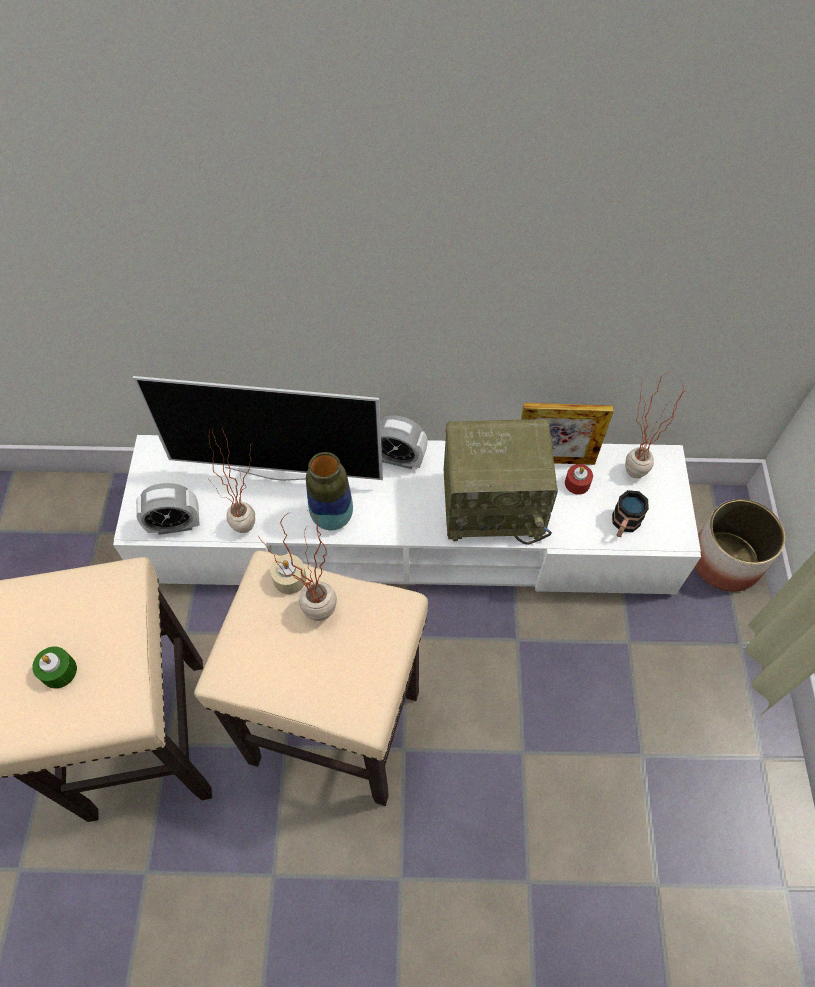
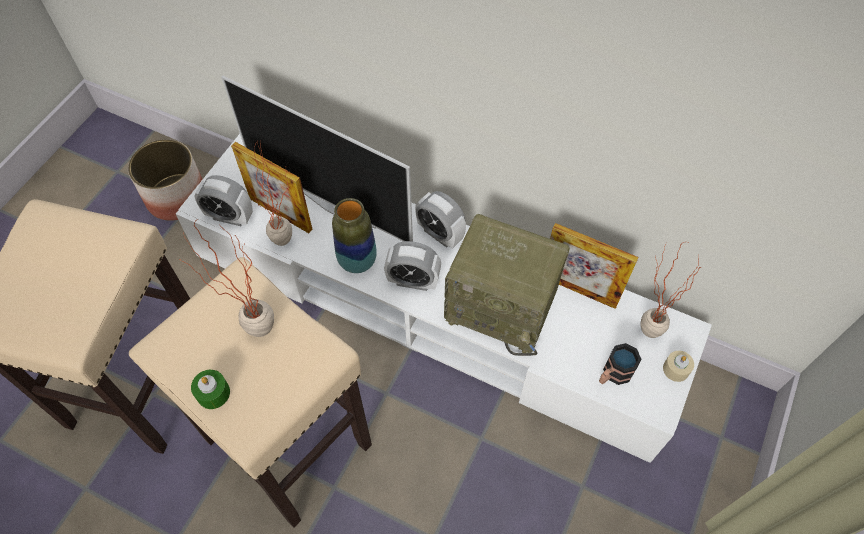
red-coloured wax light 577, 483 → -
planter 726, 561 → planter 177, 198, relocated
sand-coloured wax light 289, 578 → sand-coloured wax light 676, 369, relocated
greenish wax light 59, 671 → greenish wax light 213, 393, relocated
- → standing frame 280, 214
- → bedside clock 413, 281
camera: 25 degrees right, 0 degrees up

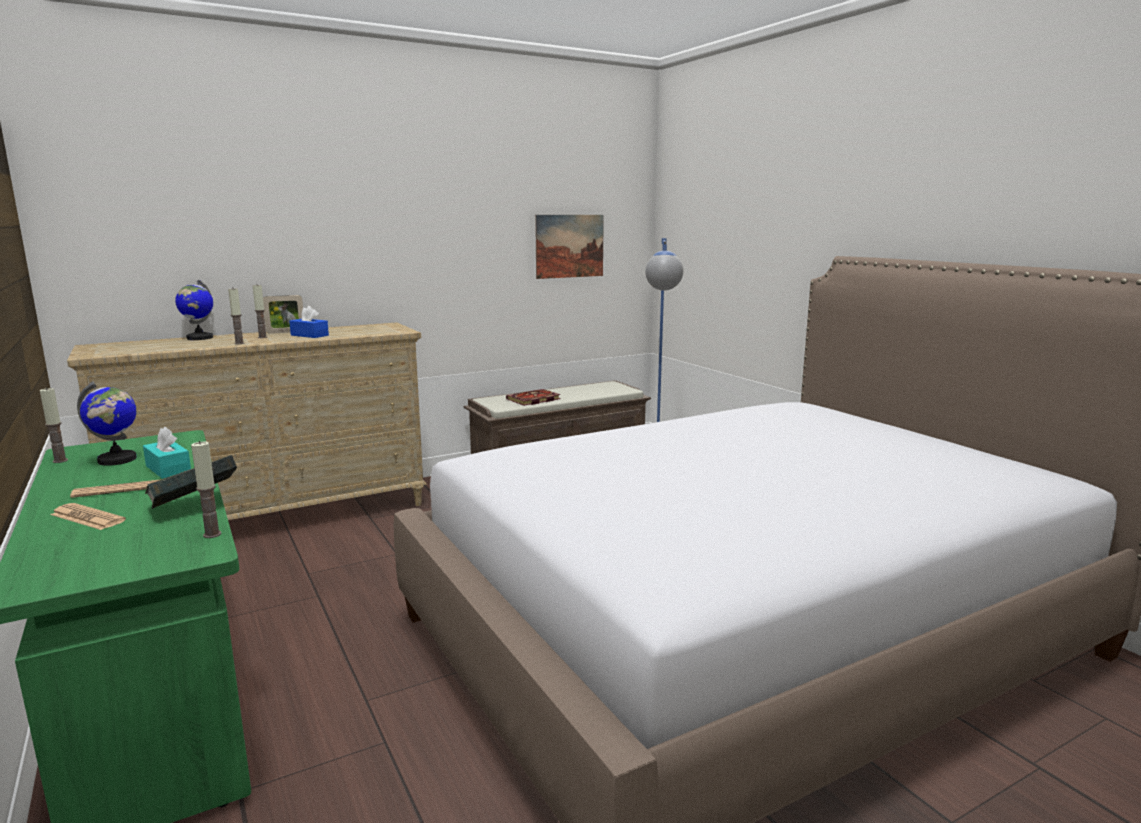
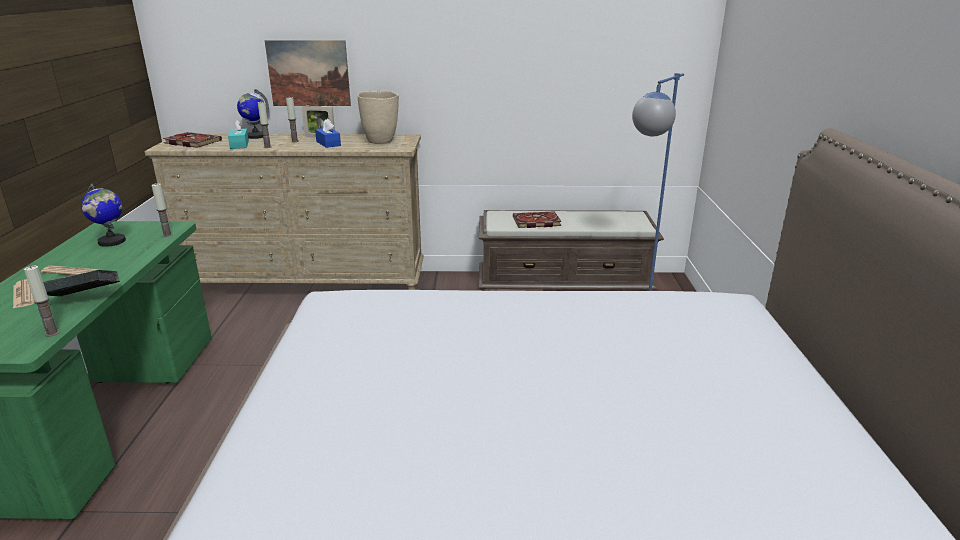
wall picture 569, 246 → wall picture 308, 73, relocated
wax light 60, 461 → wax light 167, 235, relocated
blue-green box of tissues 168, 469 → blue-green box of tissues 239, 145, relocated
- → sand-coloured flower vase 381, 141
- → volume 191, 142
camera: 30 degrees right, 10 degrees up

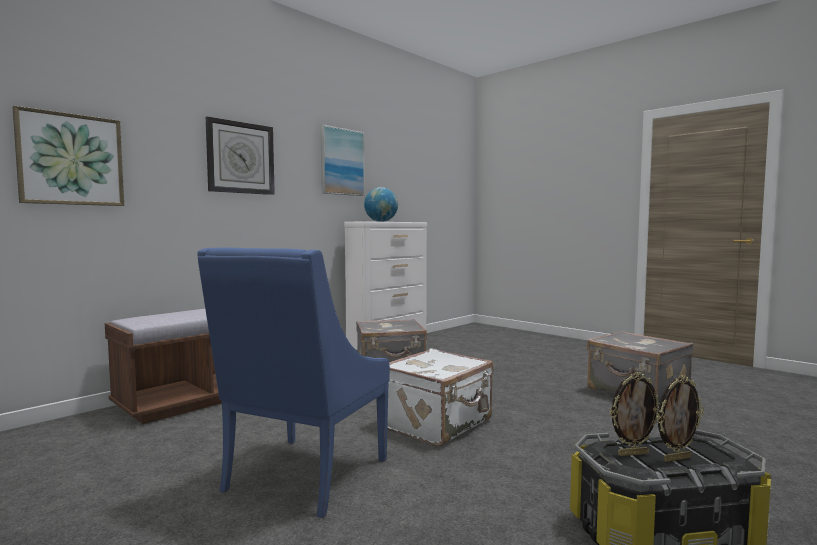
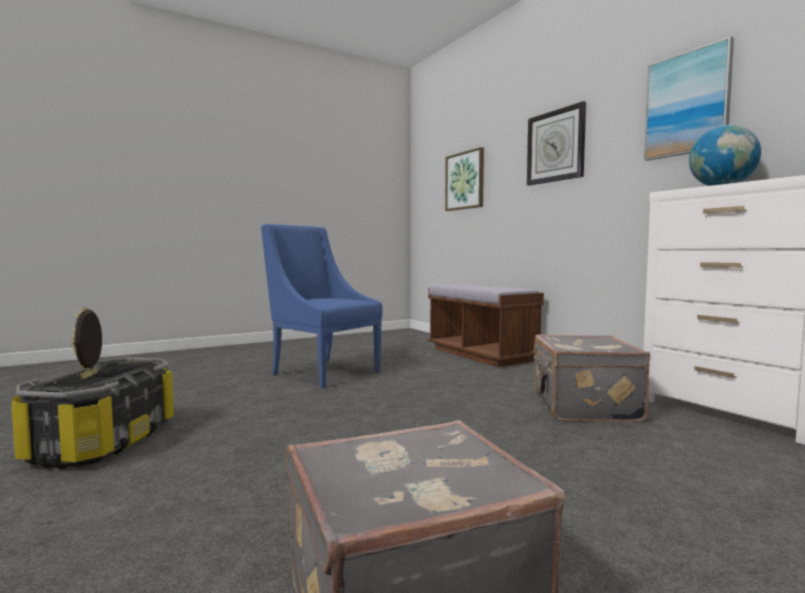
white-coloured travel case 437, 424 → -
standing frame 632, 454 → -
camera: 105 degrees right, 0 degrees up

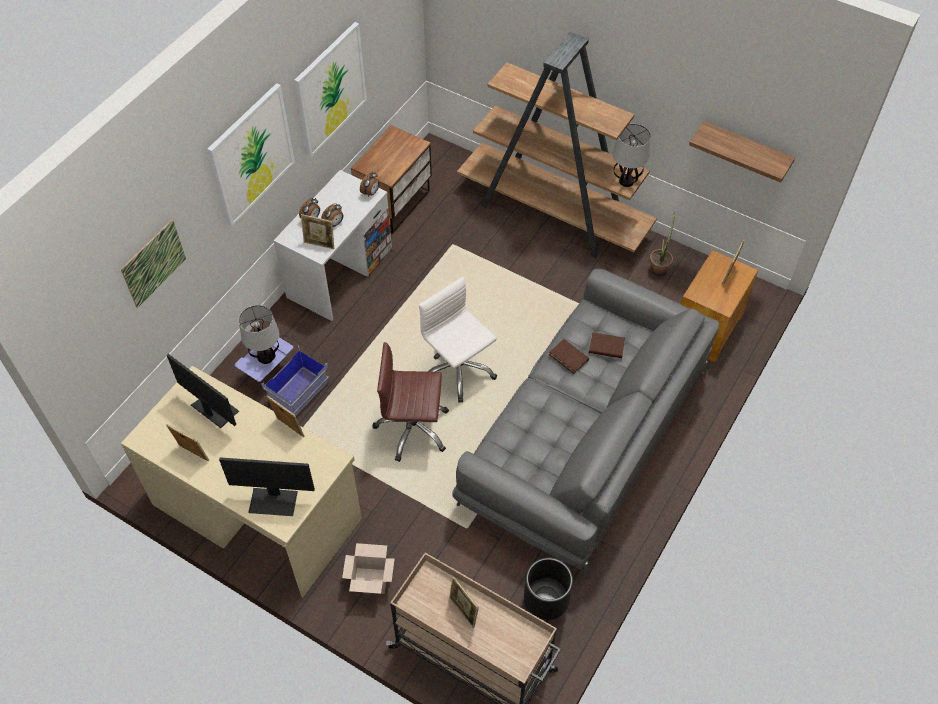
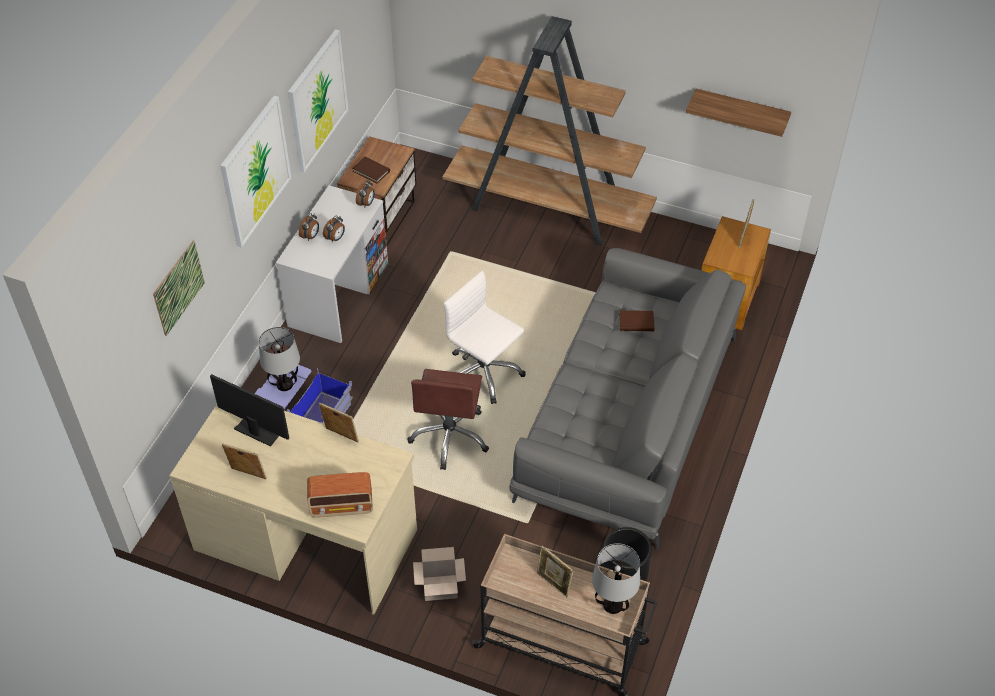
tabletop lamp 626, 181 → tabletop lamp 612, 605, relocated
houseplant 659, 267 → -
standing frame 320, 244 → -
brown volume 568, 357 → brown volume 371, 171, relocated
brown desk chair 413, 429 → brown desk chair 450, 436, 75 degrees counterclockwise
computer display 273, 501 → radio set 342, 506
camera: 10 degrees left, 5 degrees down

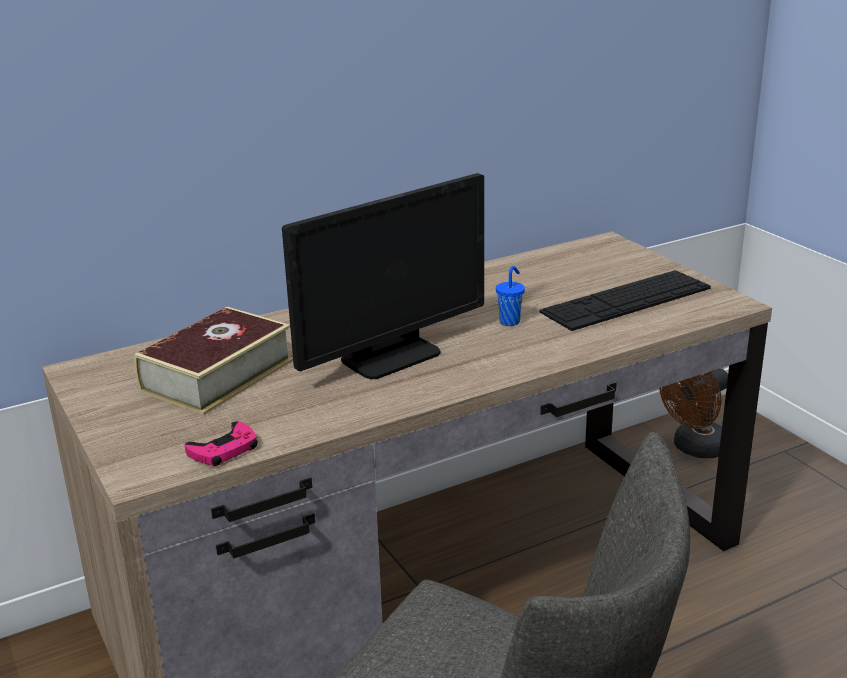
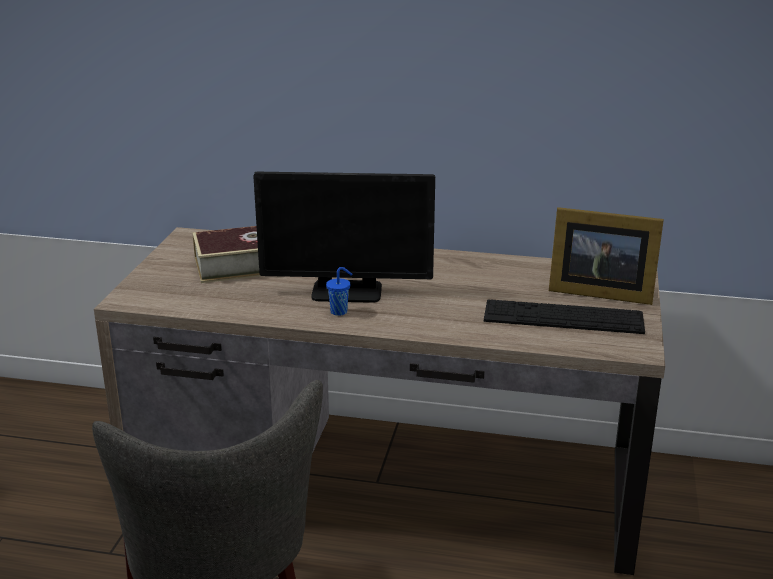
bluish small cup 510, 321 → bluish small cup 340, 312, relocated
brown fan 695, 448 → -
pinkish gamepad 224, 450 → -
- → standing frame 597, 291
camera: 40 degrees right, 0 degrees up

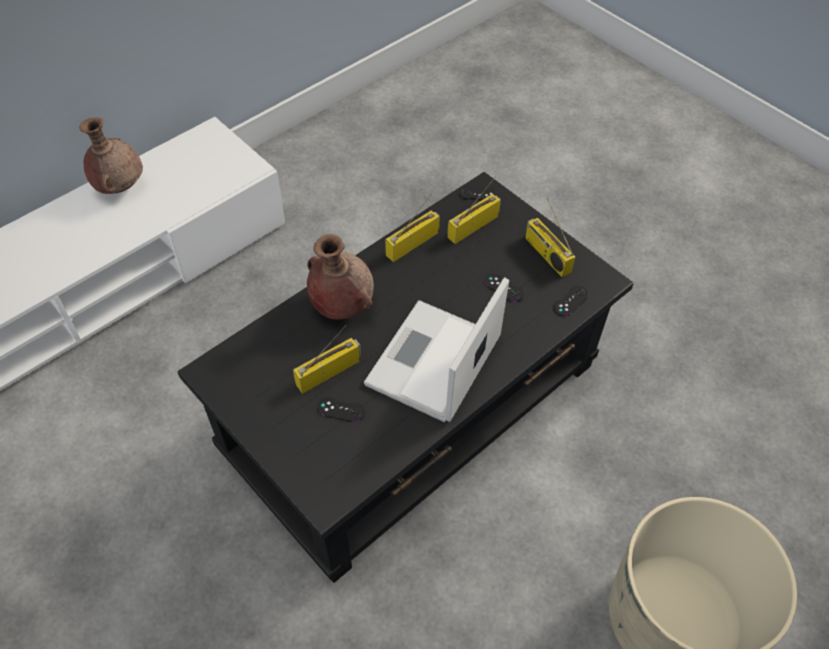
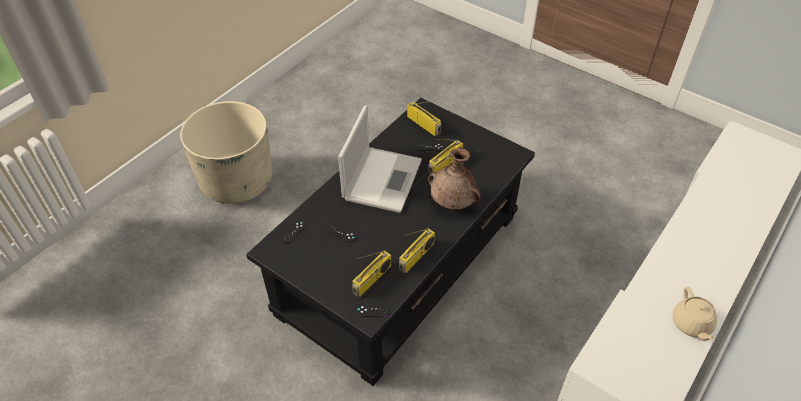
brown flower vase 120, 186 → sand-coloured teapot 691, 324
radio set 546, 254 → radio set 424, 124, relocated
camera: 170 degrees right, 5 degrees down

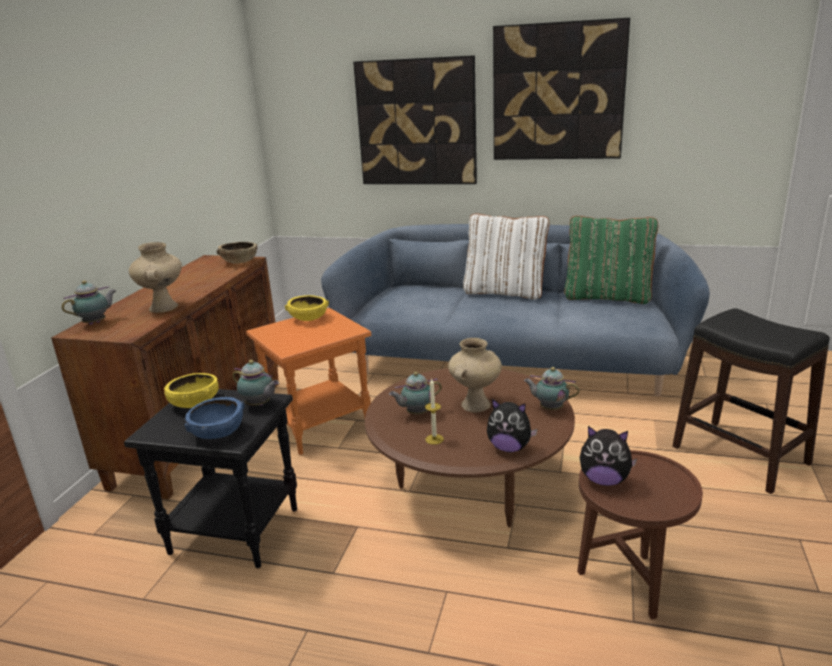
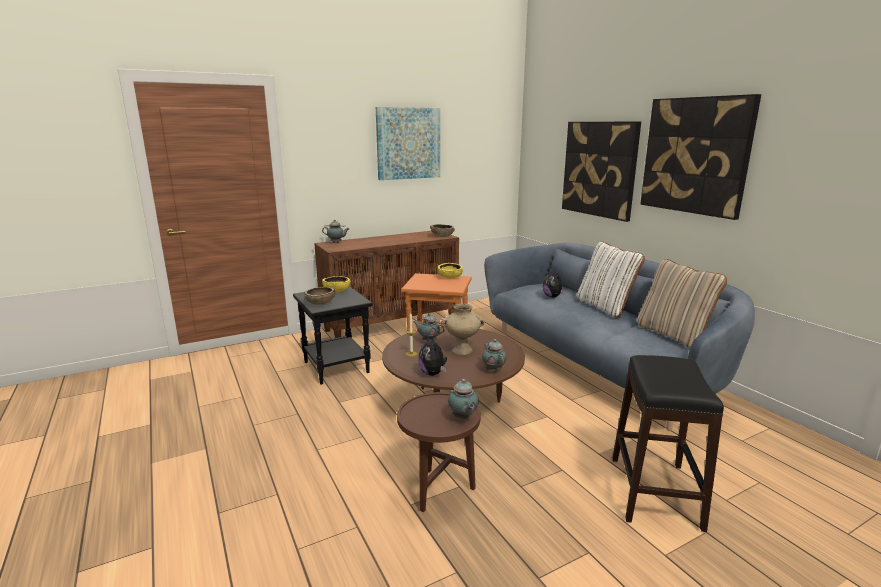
greenish pillow 607, 297 → sand-coloured pillow 673, 335
sand-coloured flower vase 164, 308 → -
teapot 259, 405 → teapot 463, 418, relocated
bluish deep dish 218, 432 → brown deep dish 320, 303
plush toy 604, 480 → plush toy 552, 297, relocated
- → wall picture 408, 143
camera: 45 degrees right, 5 degrees down

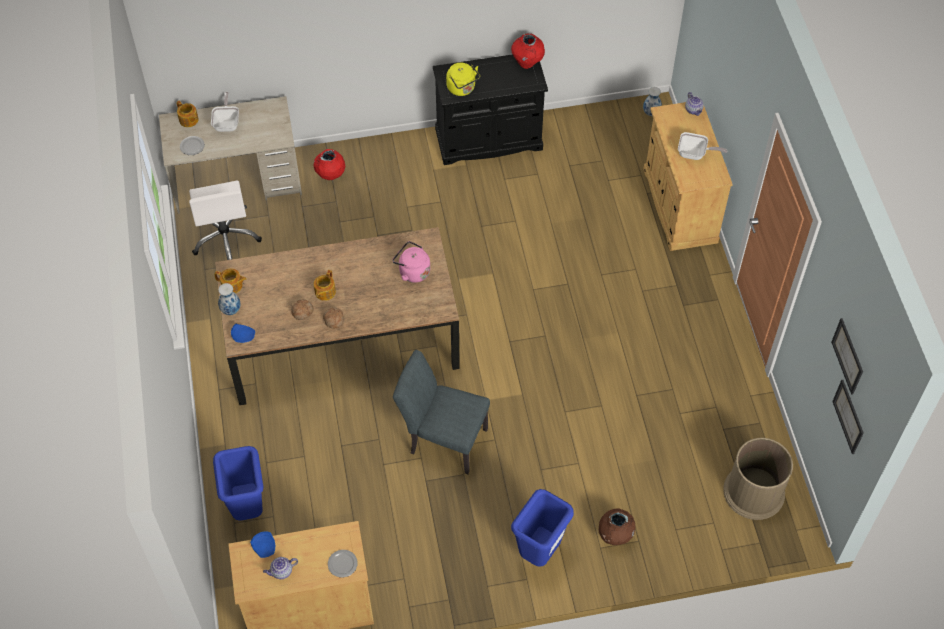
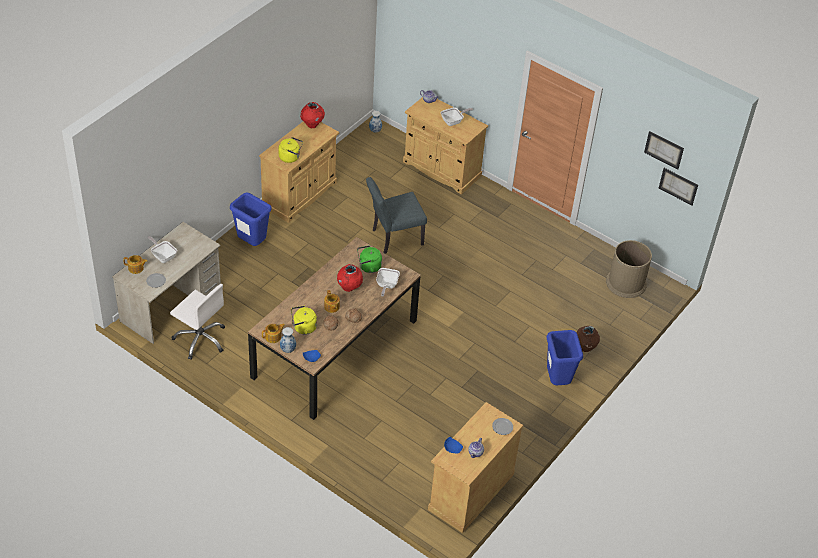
black storage cabinet 489, 139 → sand-coloured storage cabinet 299, 195
red-coloured flower vase 330, 175 → red-coloured flower vase 349, 287, relocated
pinkish water kettle 412, 271 → greenish water kettle 368, 267
gray plain chair 442, 439 → gray plain chair 393, 238, relocated
bluish rubbish bin 247, 507 → bluish rubbish bin 251, 243, relocated
- → frying pan 386, 286
- → yellow-coloured water kettle 303, 328
camera: 45 degrees left, 10 degrees down

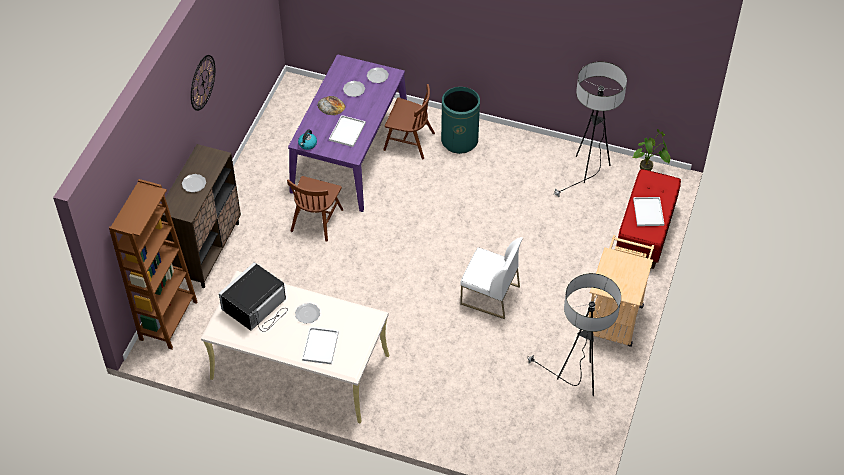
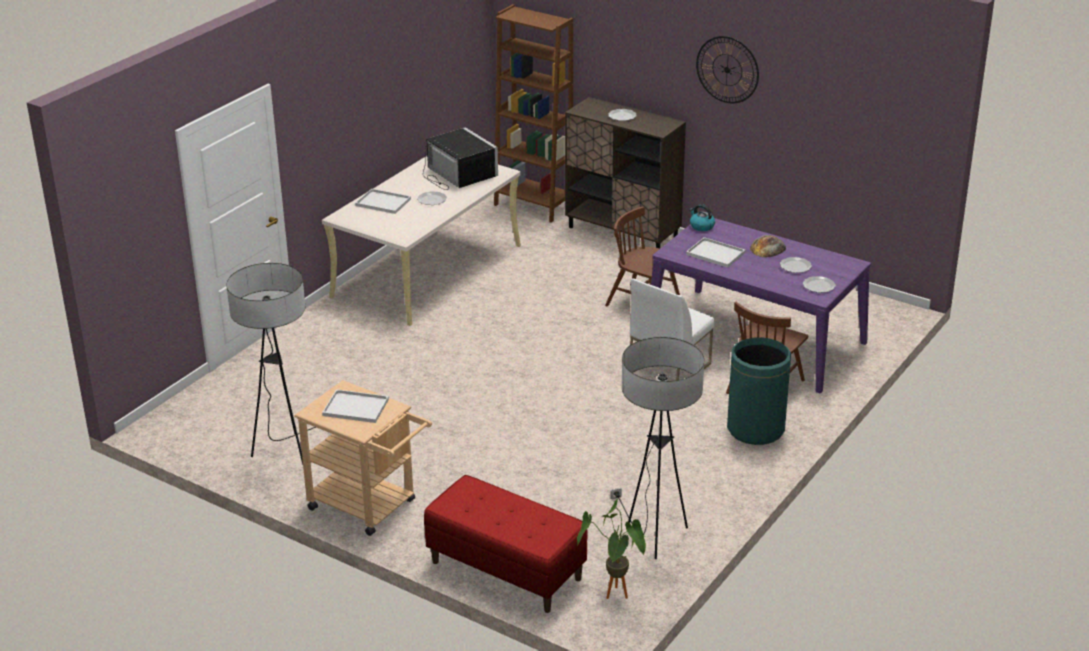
white-coloured carrying tray 647, 211 → white-coloured carrying tray 357, 407, relocated
white-coloured plain chair 489, 295 → white-coloured plain chair 669, 367, relocated
camera: 105 degrees right, 20 degrees down

